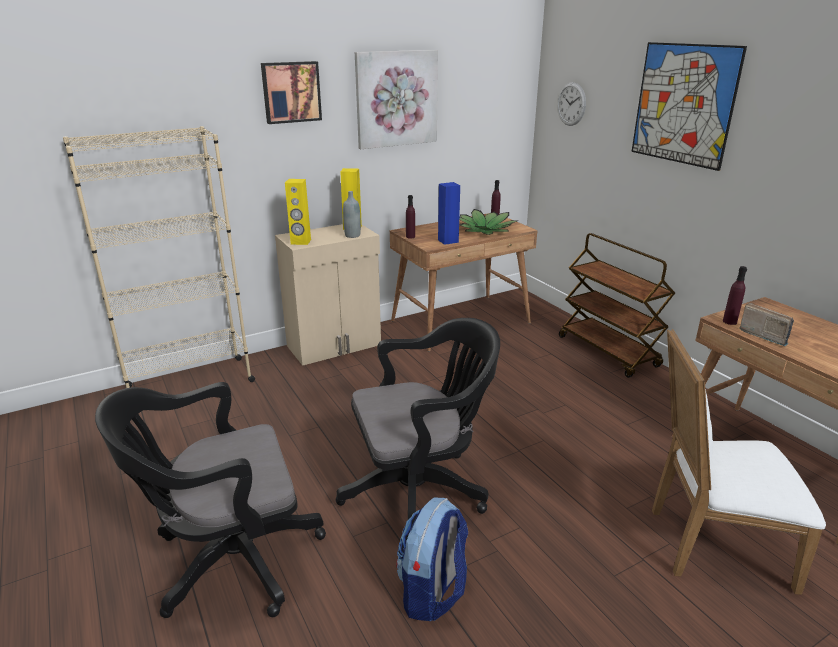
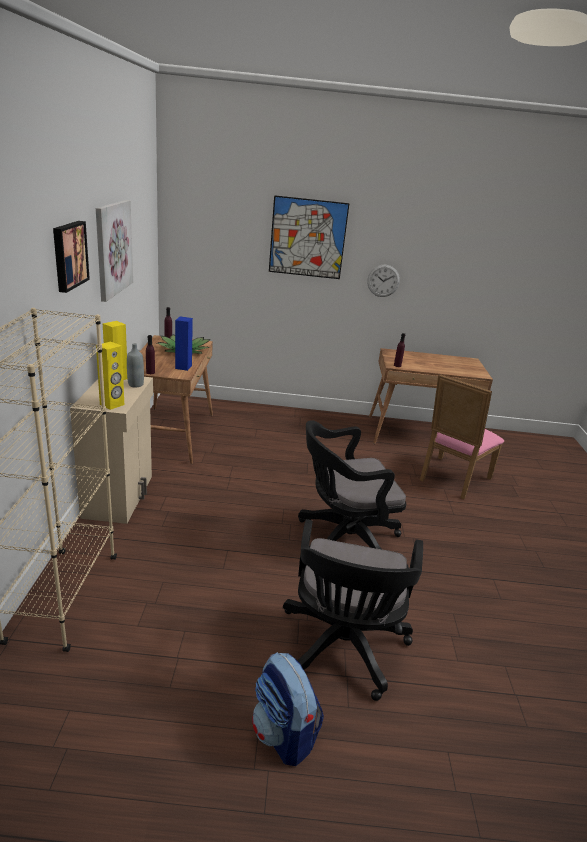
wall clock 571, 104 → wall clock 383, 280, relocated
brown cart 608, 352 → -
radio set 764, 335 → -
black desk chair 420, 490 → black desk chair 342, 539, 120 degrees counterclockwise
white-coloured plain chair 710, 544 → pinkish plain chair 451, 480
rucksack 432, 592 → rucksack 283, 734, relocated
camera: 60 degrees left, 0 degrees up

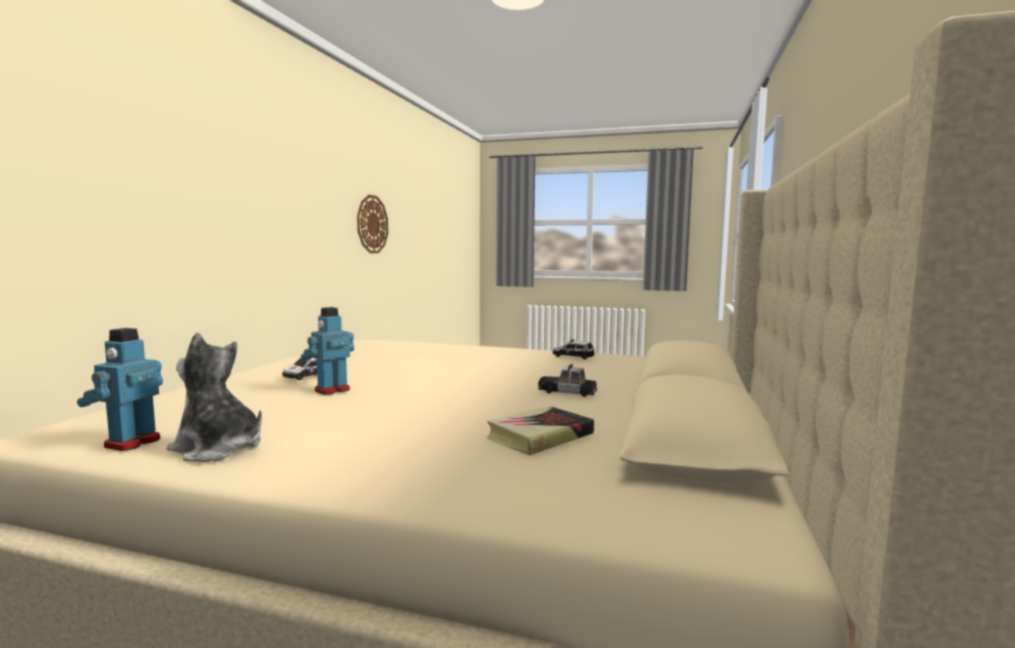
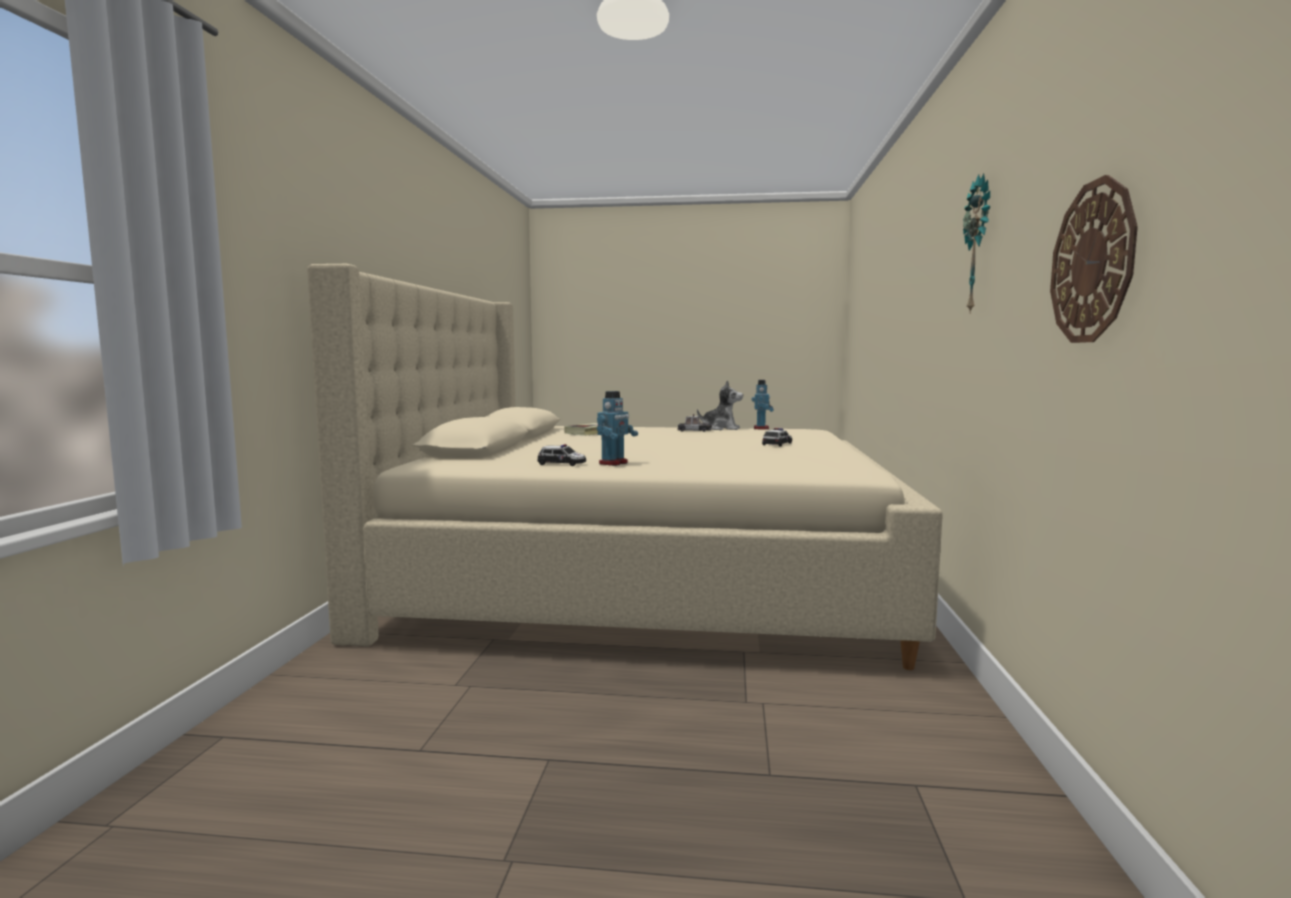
toy robot 331, 390 → toy robot 614, 463, relocated
miniature car 567, 391 → miniature car 694, 430, relocated
- → wall clock 980, 244
camera: 170 degrees right, 0 degrees up

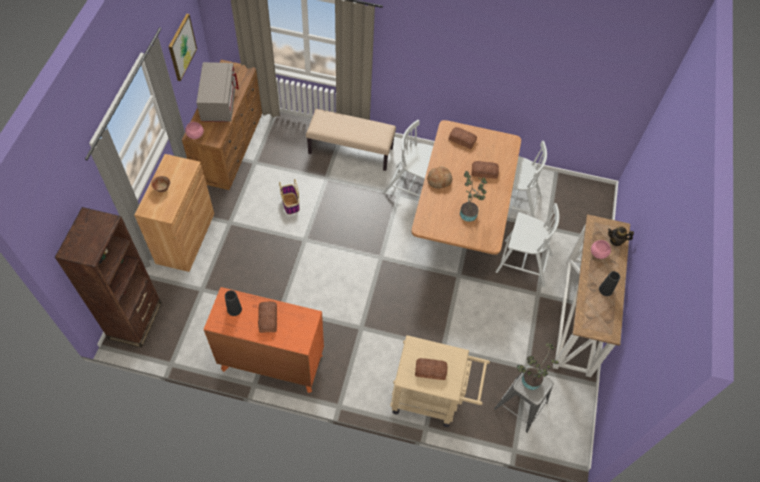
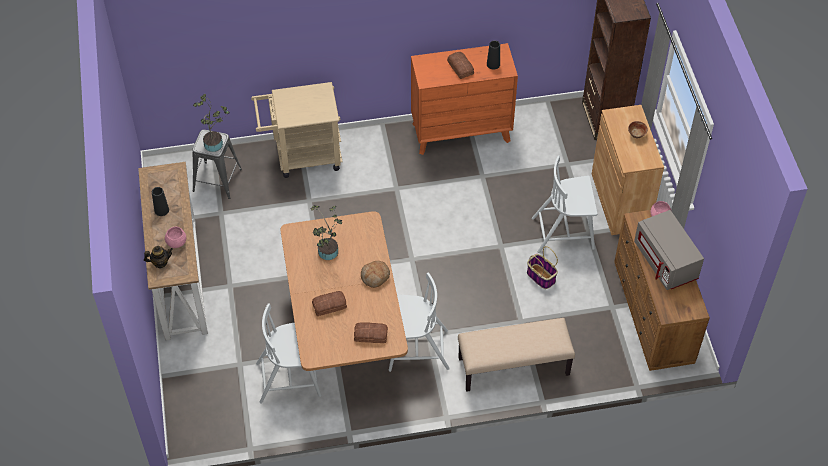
wall picture 182, 47 → -
white-coloured plain chair 522, 263 → white-coloured plain chair 564, 232, relocated
bread 431, 371 → -
camera: 160 degrees right, 5 degrees down

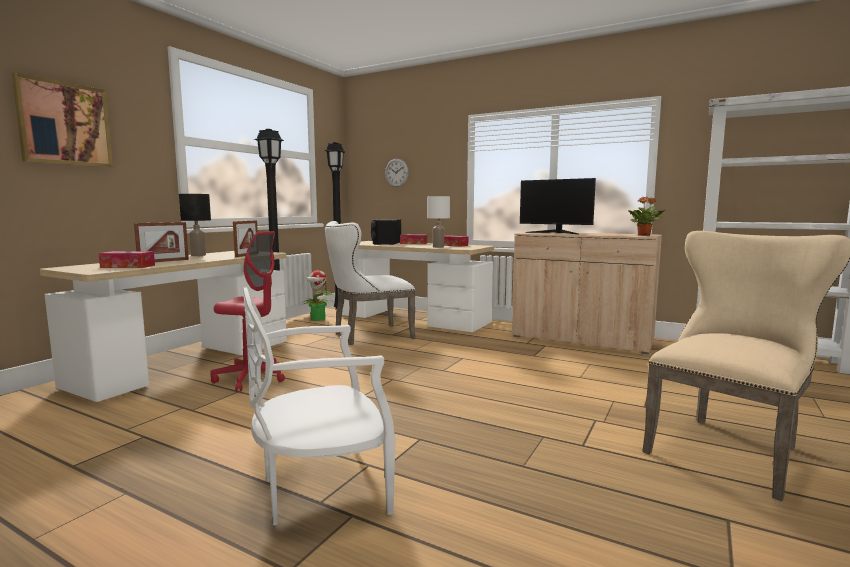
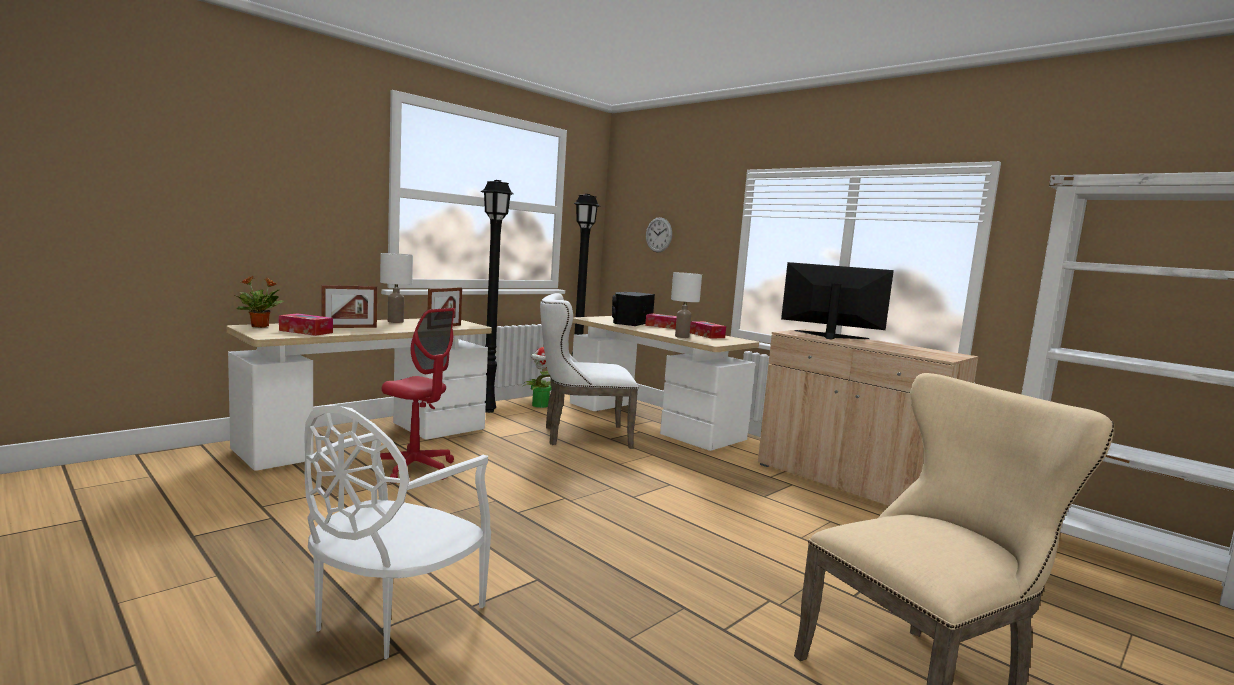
wall picture 64, 124 → -
computer display 555, 233 → computer display 830, 336, 150 degrees clockwise
black tabletop lamp 198, 255 → white-coloured tabletop lamp 395, 321
houseplant 644, 235 → houseplant 260, 326, relocated
white-coloured plain chair 321, 489 → white-coloured plain chair 391, 615, 60 degrees counterclockwise
camera: 15 degrees right, 0 degrees up

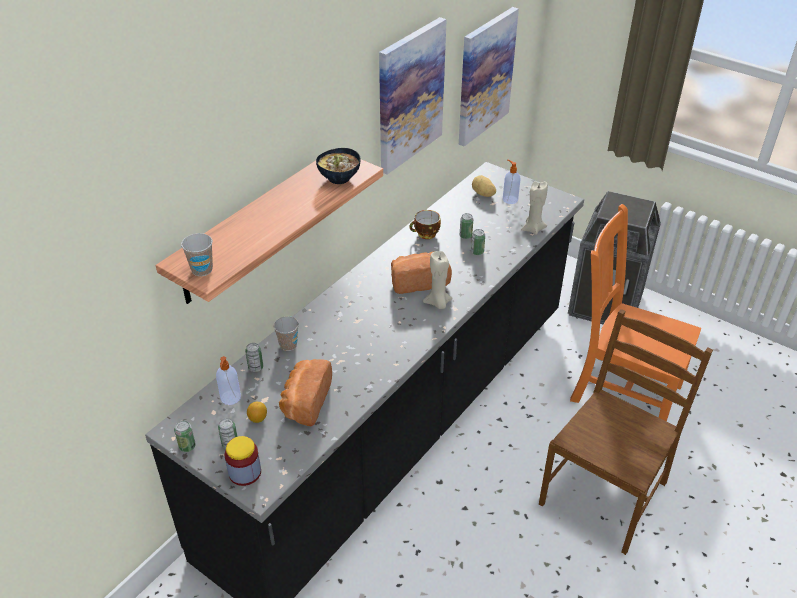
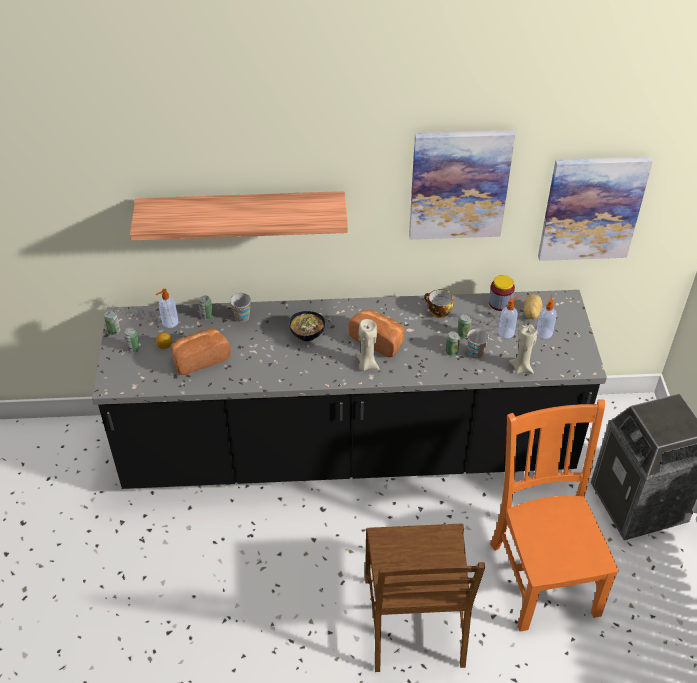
deep dish 340, 178 → deep dish 307, 335, relocated
small cup 202, 270 → small cup 475, 353, relocated
brown plain chair 604, 493 → brown plain chair 415, 622, 90 degrees clockwise
storage jar 245, 472 → storage jar 500, 303, relocated
- → soap dispenser 506, 332
camera: 50 degrees right, 5 degrees up

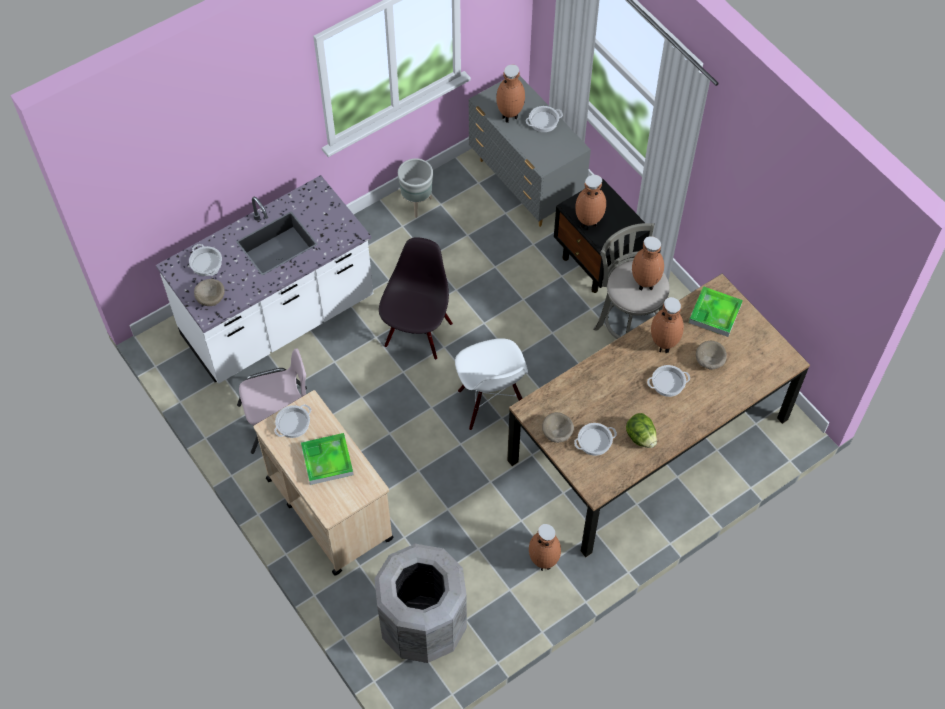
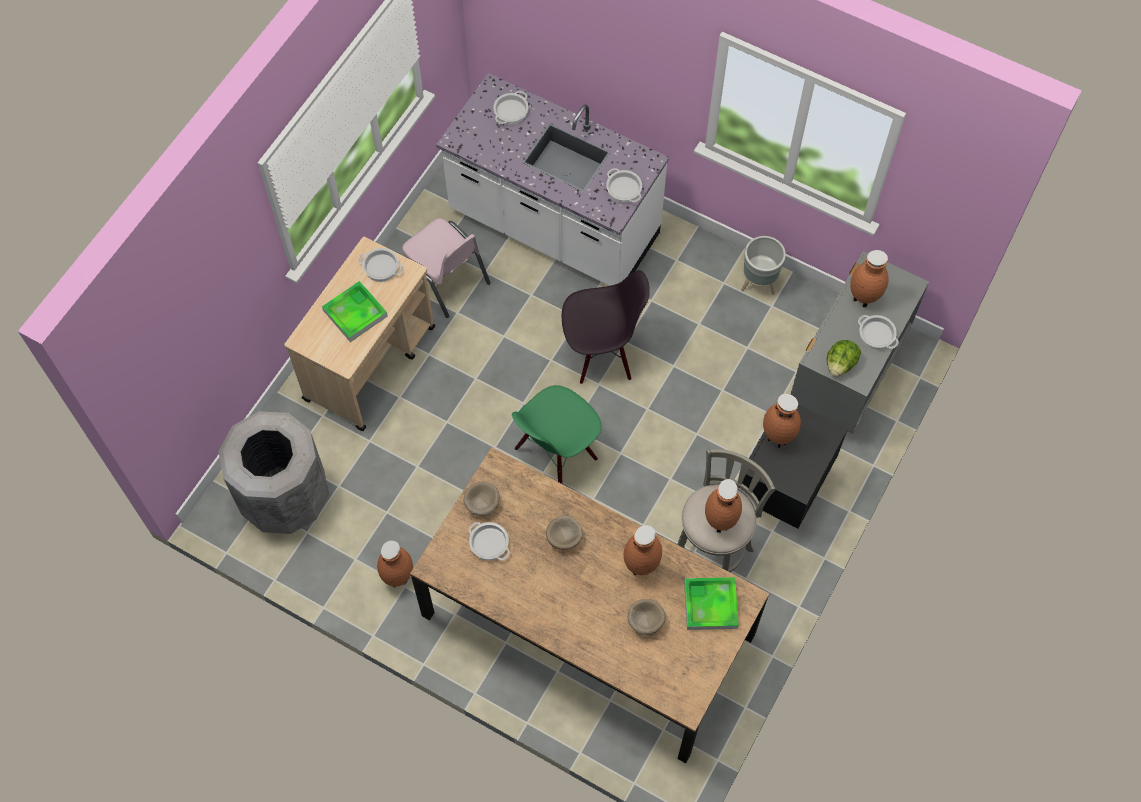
sand-coloured deep dish 211, 297 → sand-coloured deep dish 565, 537, relocated
white-coloured plain chair 492, 403 → greenish plain chair 556, 456
cooking pot 668, 383 → cooking pot 624, 189, relocated
head of lettuce 640, 437 → head of lettuce 840, 364, relocated
camera: 65 degrees right, 5 degrees up

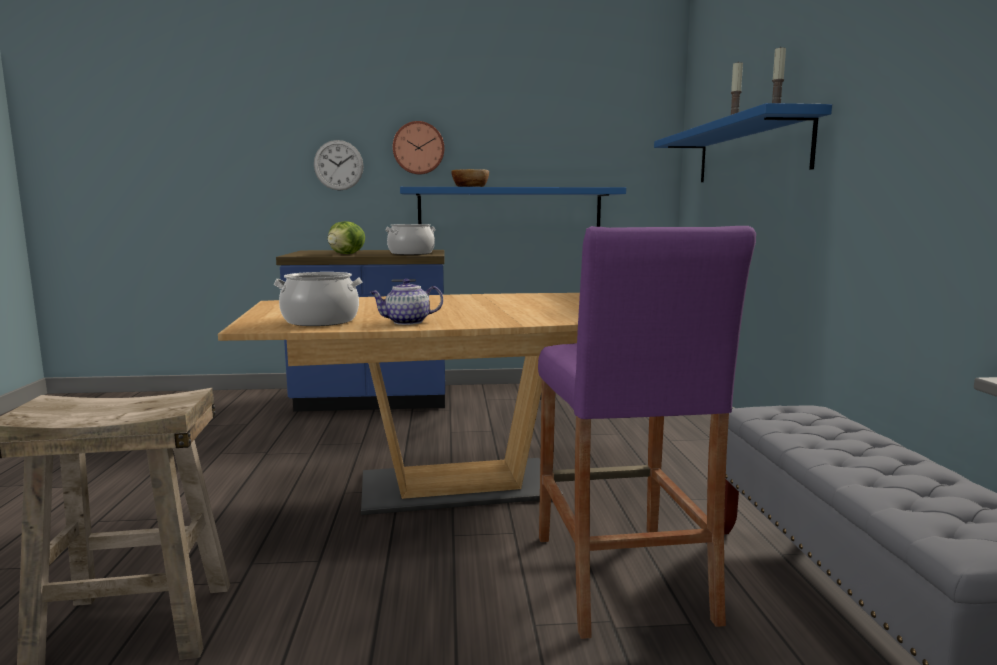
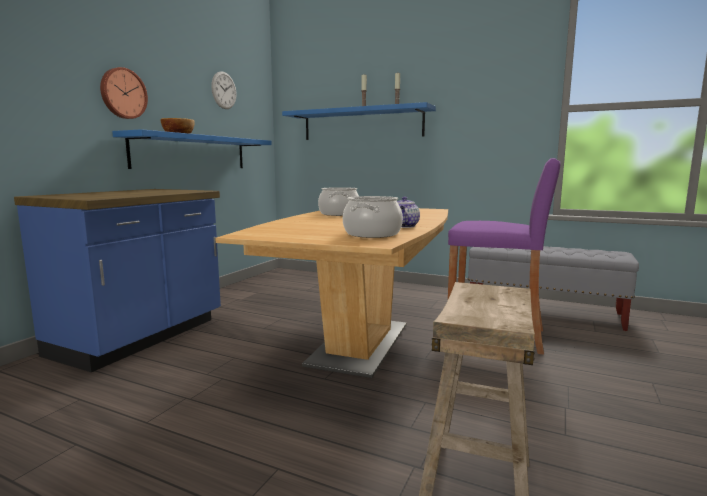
wall clock 338, 165 → wall clock 224, 90, relocated
head of lettuce 347, 254 → -
cooking pot 411, 253 → cooking pot 339, 214, relocated
camera: 60 degrees left, 0 degrees up

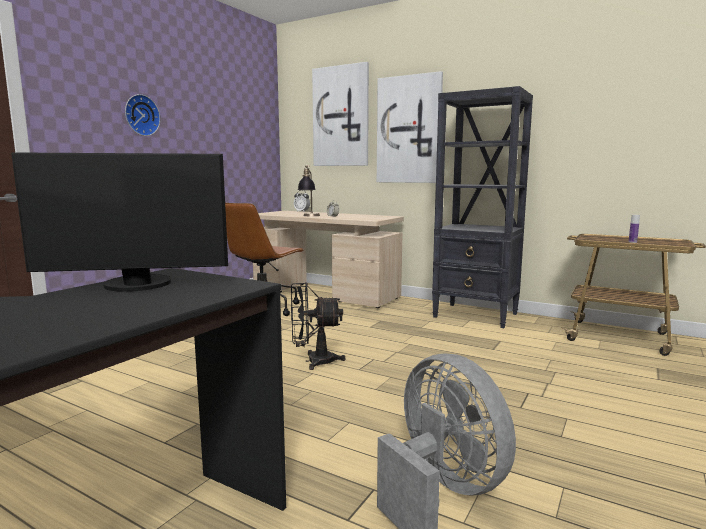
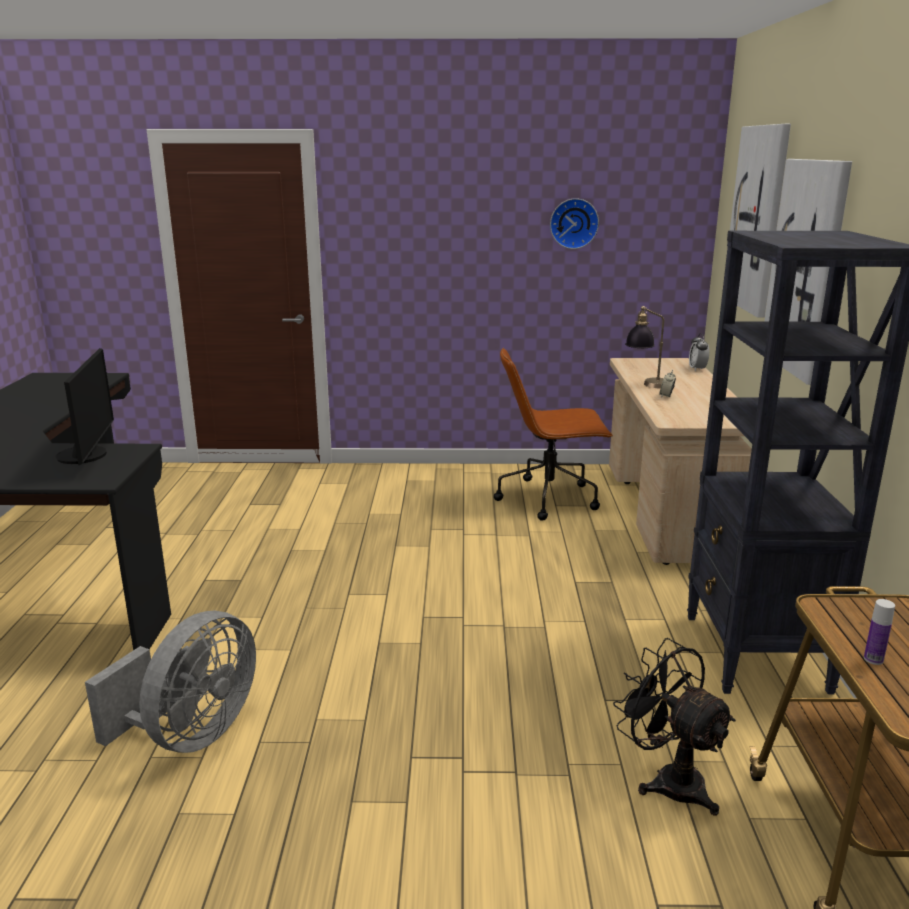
wall clock 141, 115 → wall clock 573, 223, relocated
computer display 136, 285 → computer display 88, 455, 150 degrees counterclockwise
black fan 313, 361 → black fan 669, 780, relocated
camera: 60 degrees right, 10 degrees up

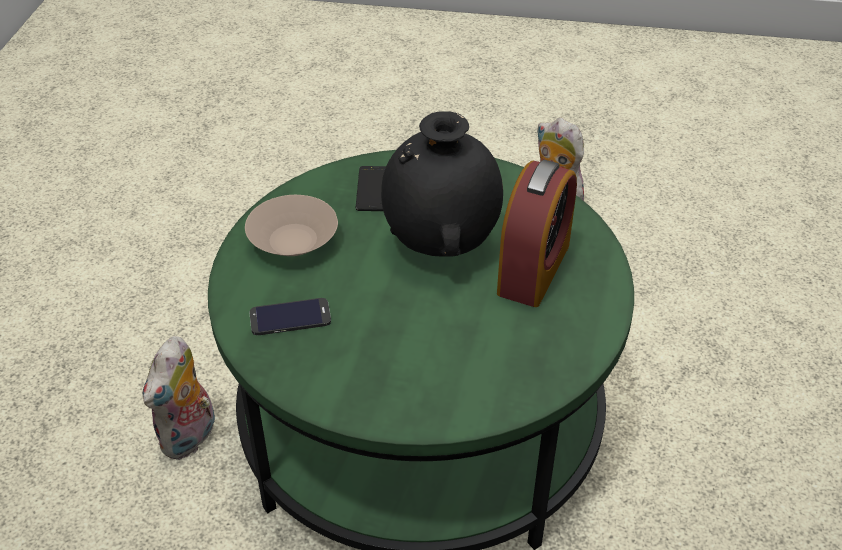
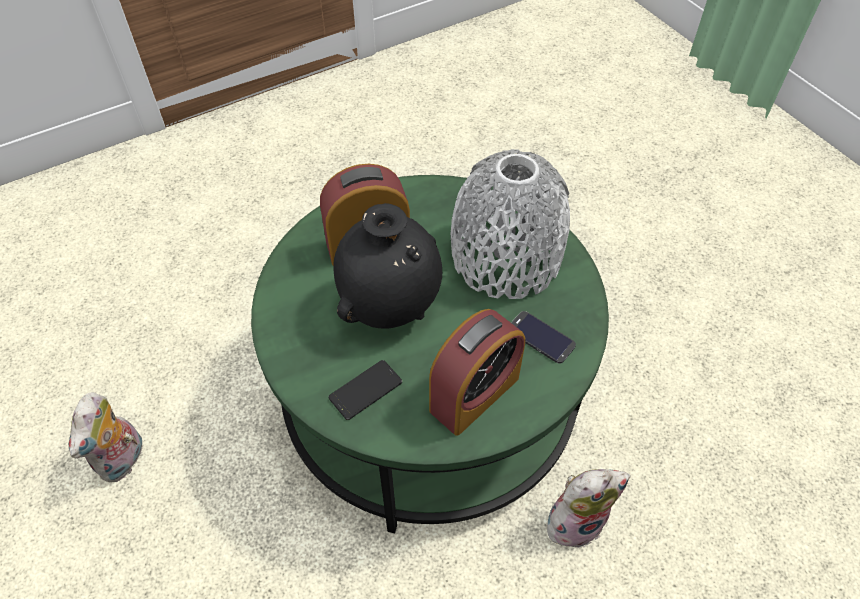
sand-coloured deep dish 294, 242 → bedside clock 474, 394
- → gray flower vase 506, 257
camera: 130 degrees left, 10 degrees up

